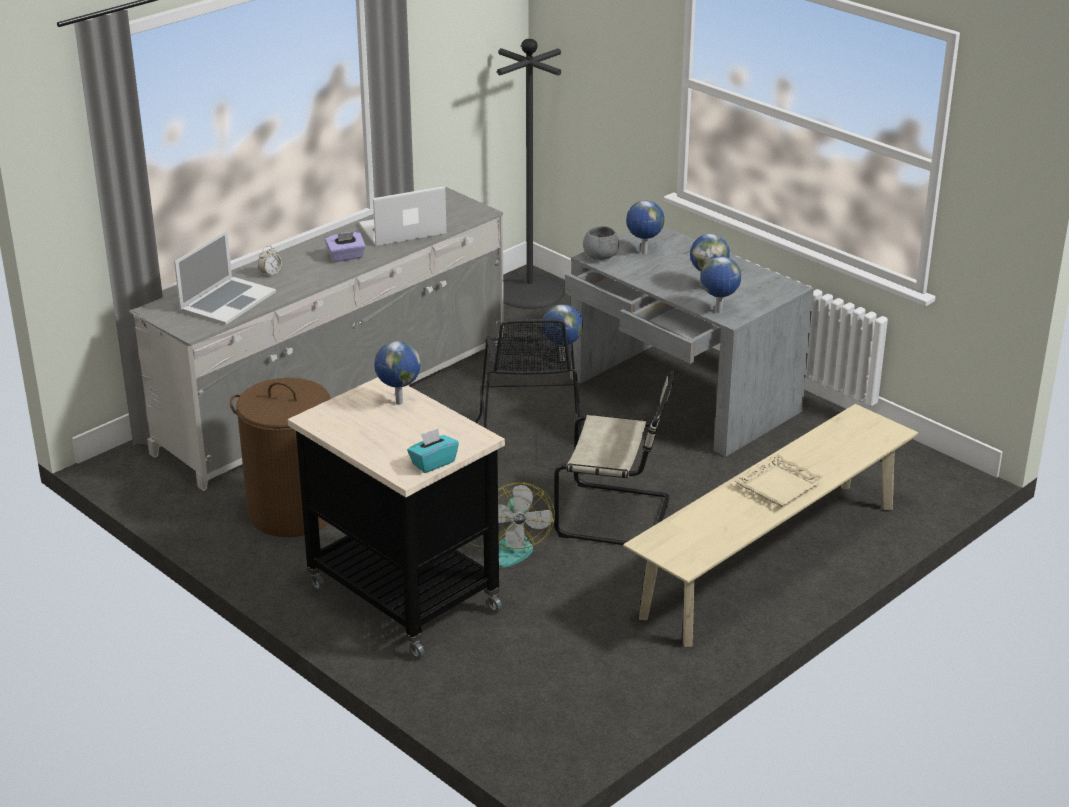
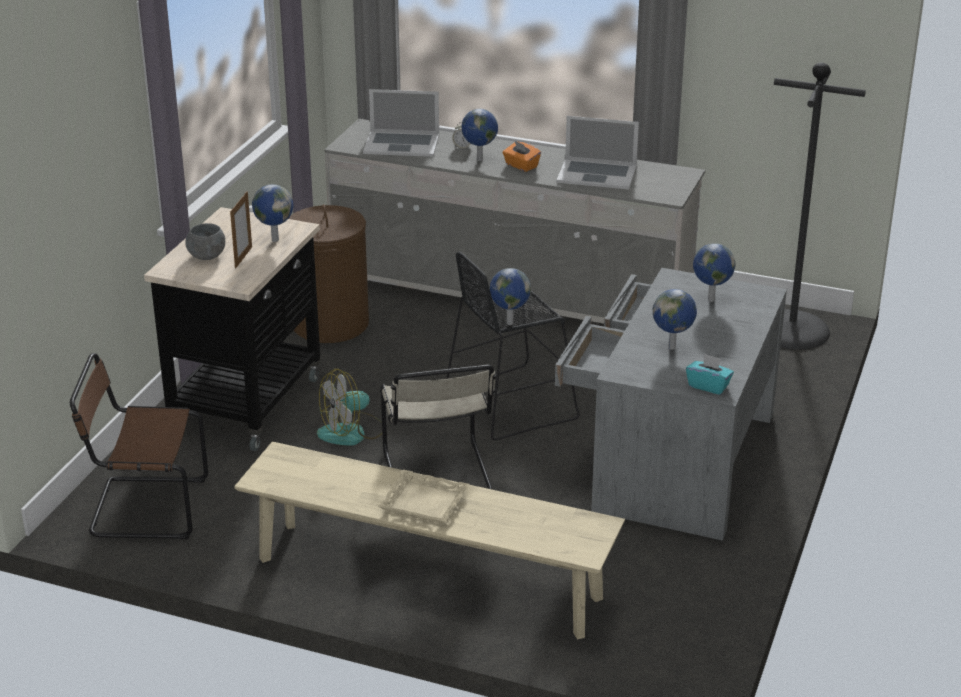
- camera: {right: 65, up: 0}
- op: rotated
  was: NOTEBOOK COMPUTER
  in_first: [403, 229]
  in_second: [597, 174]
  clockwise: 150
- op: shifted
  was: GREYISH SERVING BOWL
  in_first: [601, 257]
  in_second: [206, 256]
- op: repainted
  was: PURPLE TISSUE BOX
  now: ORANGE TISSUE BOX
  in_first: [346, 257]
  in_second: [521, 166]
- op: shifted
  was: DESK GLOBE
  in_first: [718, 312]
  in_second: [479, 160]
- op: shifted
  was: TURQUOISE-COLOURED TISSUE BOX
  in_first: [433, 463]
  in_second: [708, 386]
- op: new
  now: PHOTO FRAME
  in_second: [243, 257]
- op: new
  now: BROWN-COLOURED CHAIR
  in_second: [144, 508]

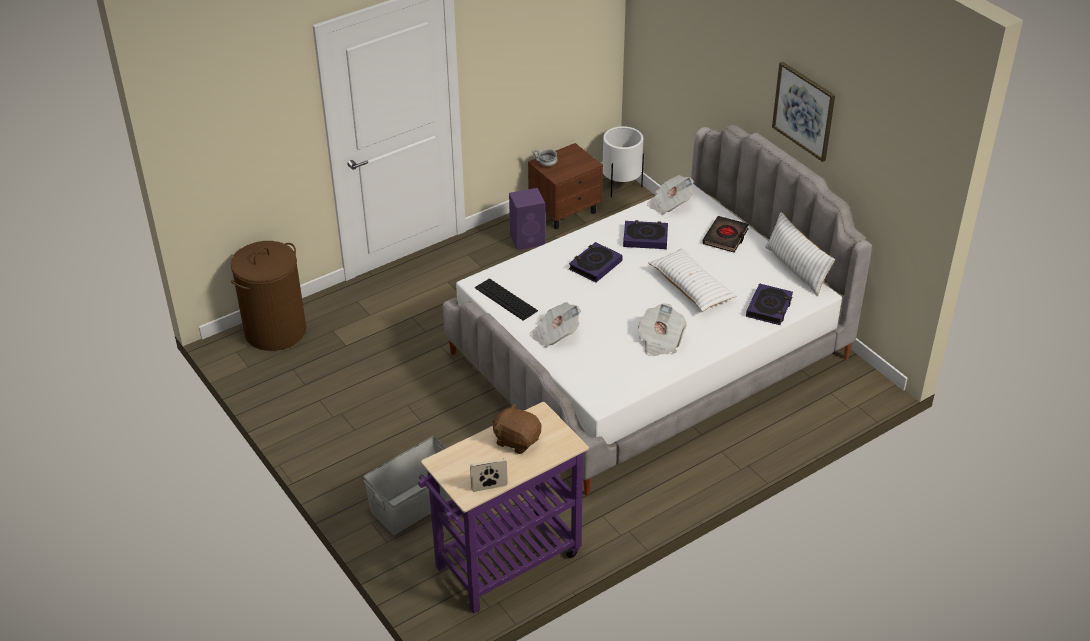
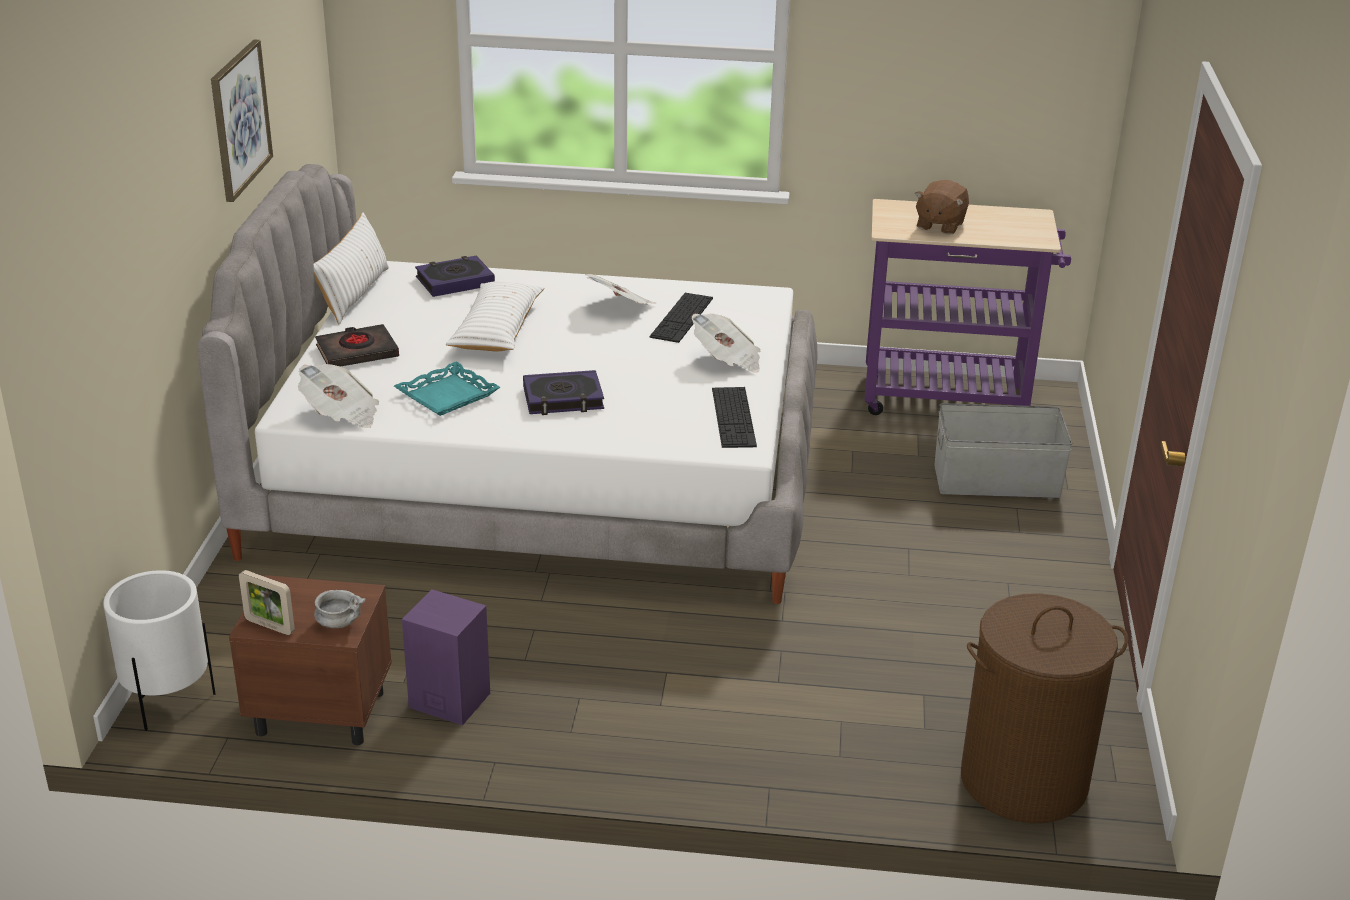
- camera: {right: -140, up: -10}
- op: swapped
  was: VOLUME
  now: TURQUOISE-COLOURED TRAY
  in_first: [645, 238]
  in_second: [447, 396]
- op: rotated
  was: BROWN-COLOURED CUDDLY TOY
  in_first: [517, 440]
  in_second: [939, 225]
  clockwise: 45
- op: shifted
  was: PHOTO FRAME
  in_first: [489, 487]
  in_second: [269, 626]
- op: new
  now: PC KEYBOARD
  in_second: [681, 317]

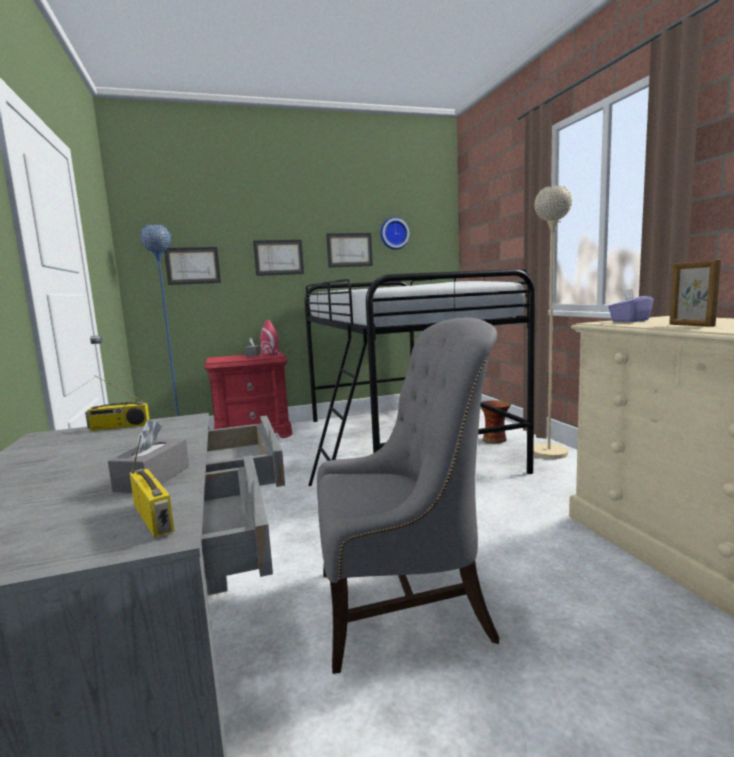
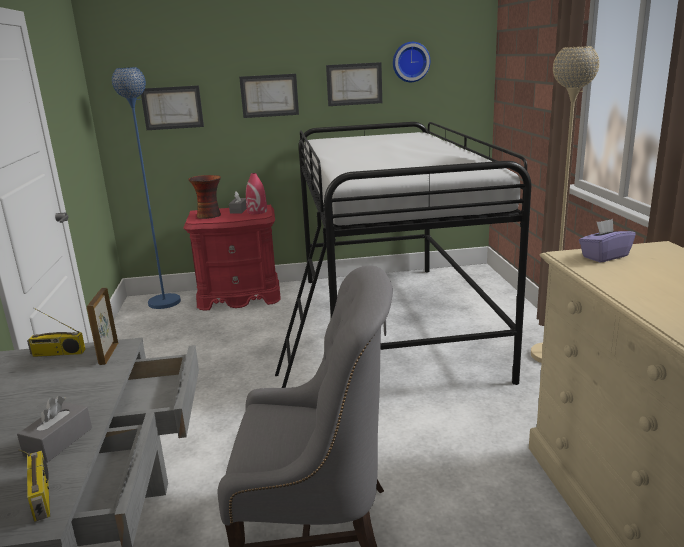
- camera: {right: 10, up: 10}
- op: shifted
  was: PHOTO FRAME
  in_first: [690, 325]
  in_second: [108, 354]
- op: shifted
  was: FLOWER VASE
  in_first: [495, 439]
  in_second: [209, 215]

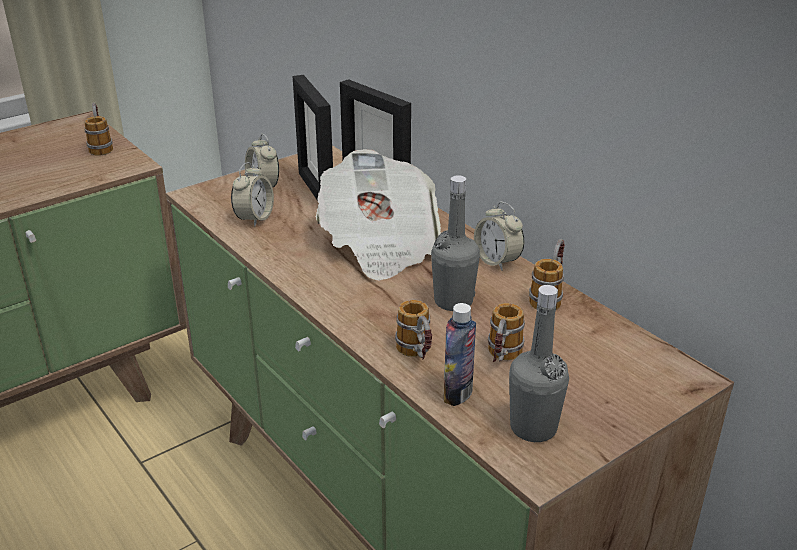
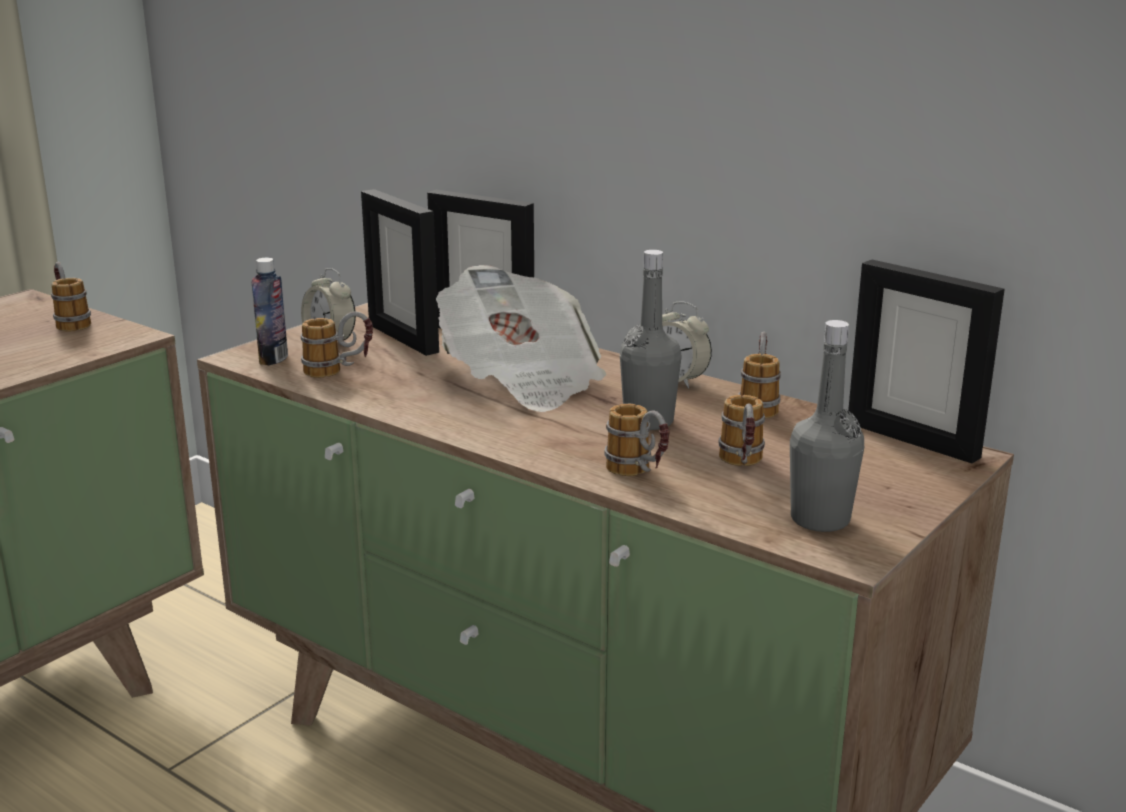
- camera: {right: -15, up: -10}
- op: swapped
  was: TABLE CLOCK
  now: TEA MUG
  in_first: [254, 218]
  in_second: [339, 372]
- op: shifted
  was: BEVERAGE BOTTLE
  in_first: [458, 394]
  in_second: [273, 359]
- op: new
  now: PHOTO FRAME
  in_second: [913, 439]

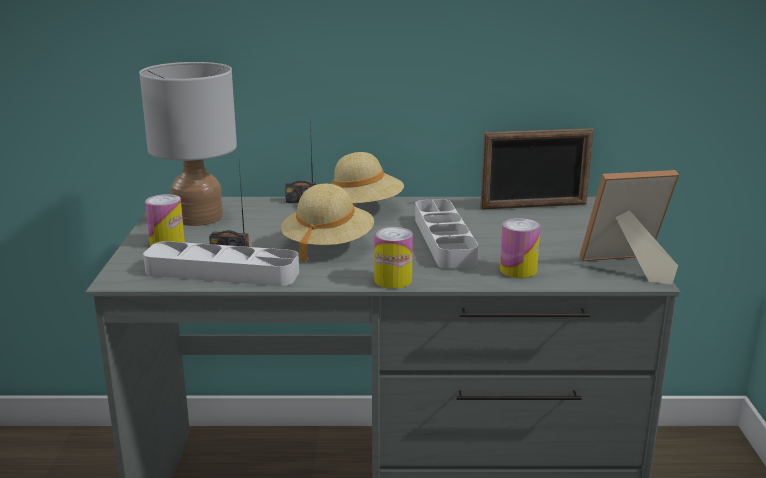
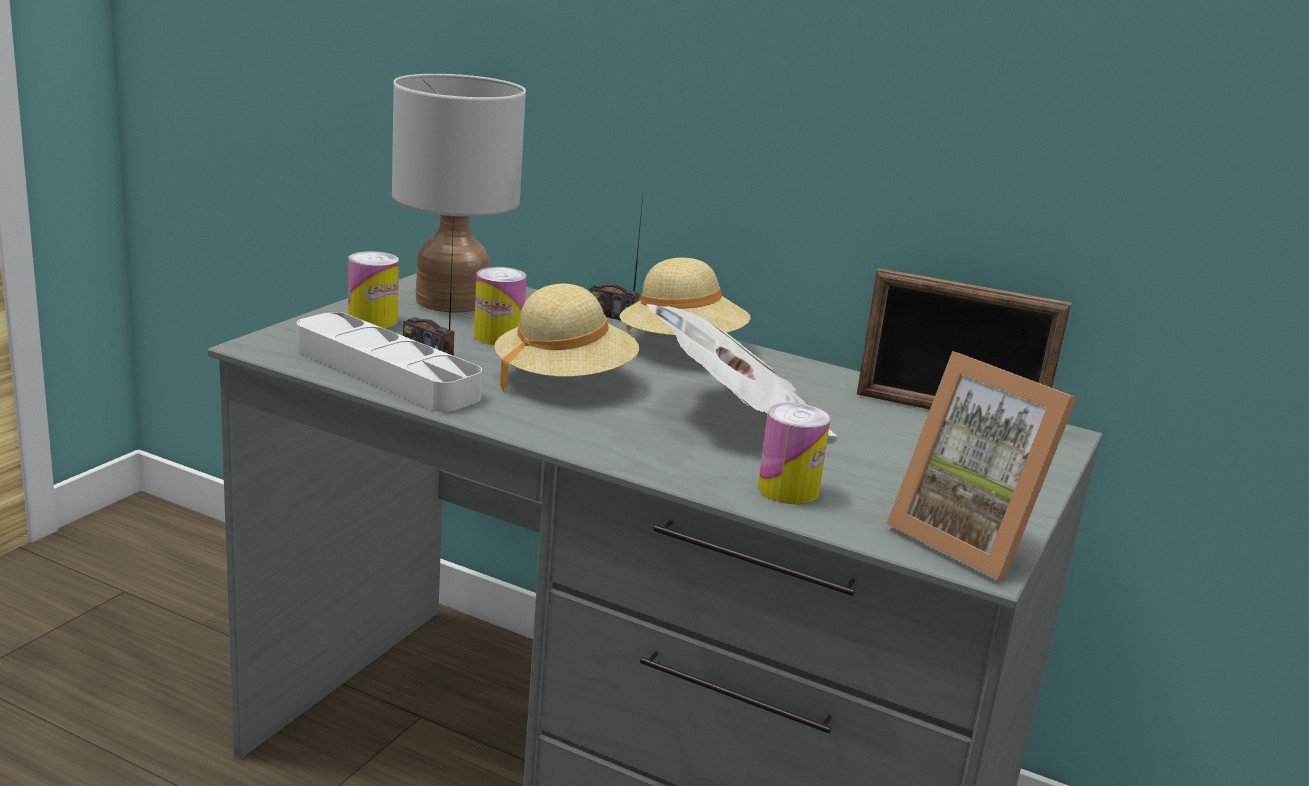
- camera: {right: 25, up: 0}
- op: rotated
  was: PHOTO FRAME
  in_first: [626, 268]
  in_second: [971, 539]
  clockwise: -150
- op: swapped
  was: GREYISH TRAY
  now: PRINTED PAPER
  in_first: [444, 240]
  in_second: [737, 418]
- op: shifted
  was: CAN
  in_first: [393, 280]
  in_second: [498, 336]

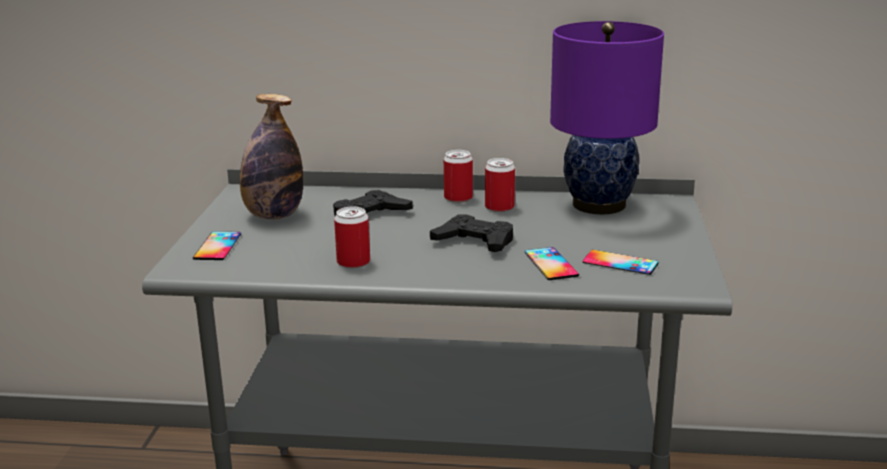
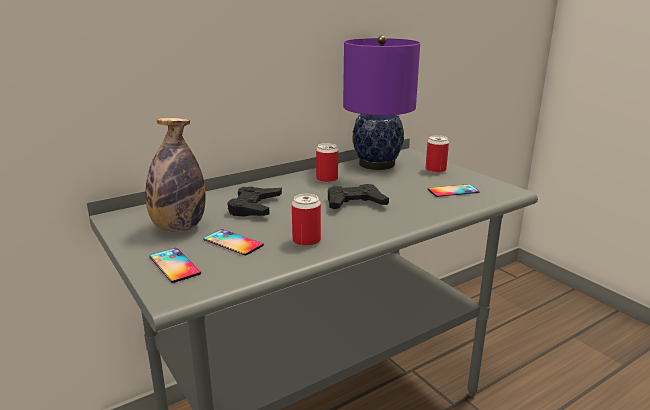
- camera: {right: -40, up: 0}
- op: shifted
  was: CAN
  in_first: [458, 198]
  in_second: [435, 170]
- op: shifted
  was: PHONE
  in_first: [551, 264]
  in_second: [233, 242]

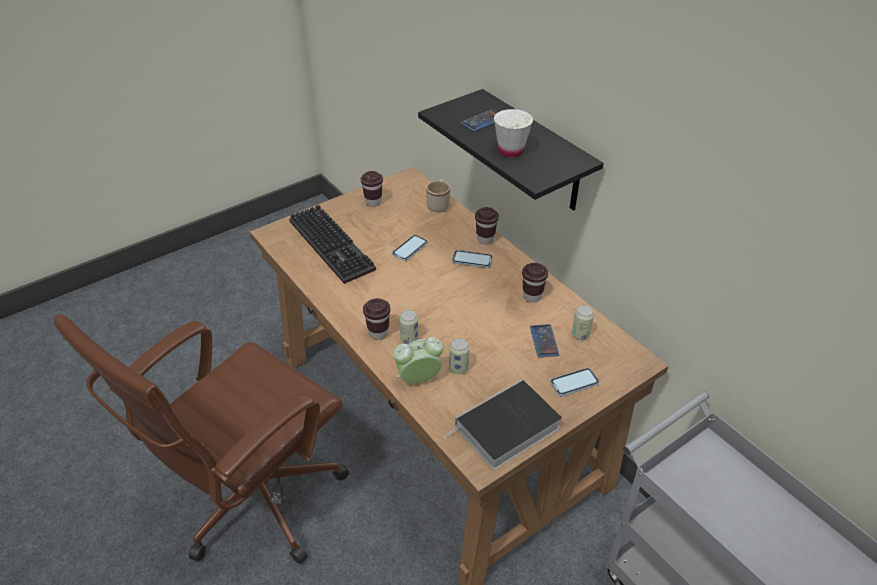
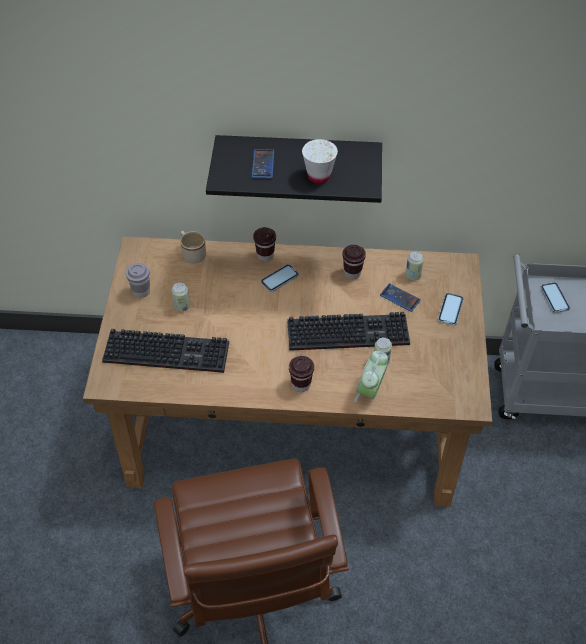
- camera: {right: -50, up: 10}
- op: repainted
  was: BROWN-COLOURED SMALL CUP
  now: GREYISH SMALL CUP
  in_first: [373, 202]
  in_second: [141, 292]
- op: shifted
  was: PHONE
  in_first: [410, 249]
  in_second: [554, 298]
- op: shifted
  was: CAN
  in_first: [409, 339]
  in_second: [182, 306]
- op: gone
  was: VOLUME
  in_first: [505, 429]
- op: new
  now: PC KEYBOARD
  in_second: [349, 331]

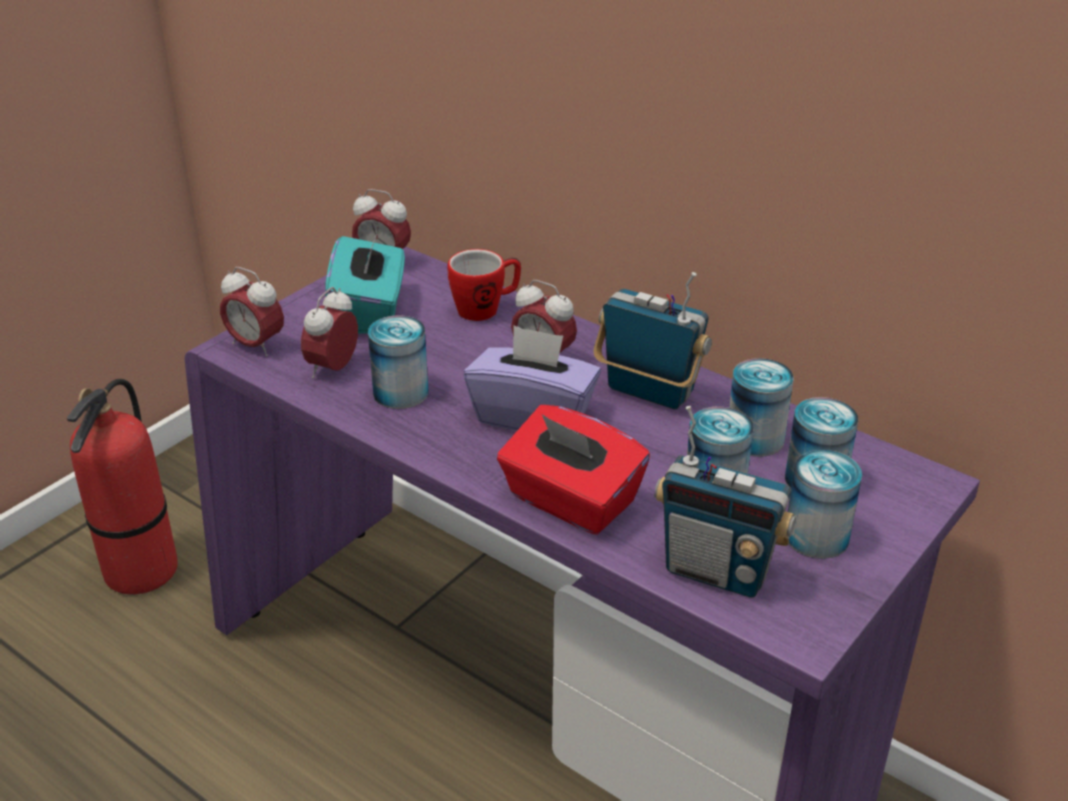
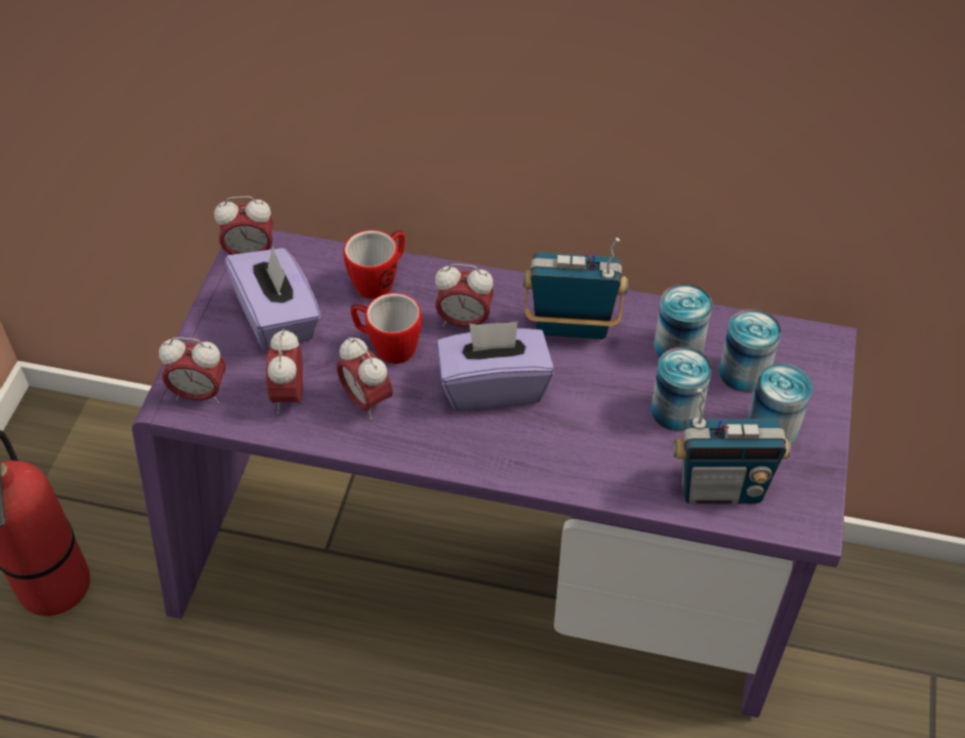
- camera: {right: -25, up: 15}
- op: repainted
  was: TURQUOISE-COLOURED TISSUE BOX
  now: PURPLE TISSUE BOX
  in_first: [370, 312]
  in_second: [278, 319]
- op: swapped
  was: CAN
  now: TABLE CLOCK
  in_first: [401, 392]
  in_second: [366, 401]
- op: gone
  was: RED TISSUE BOX
  in_first: [570, 501]
- op: new
  now: TEA MUG
  in_second: [387, 346]

